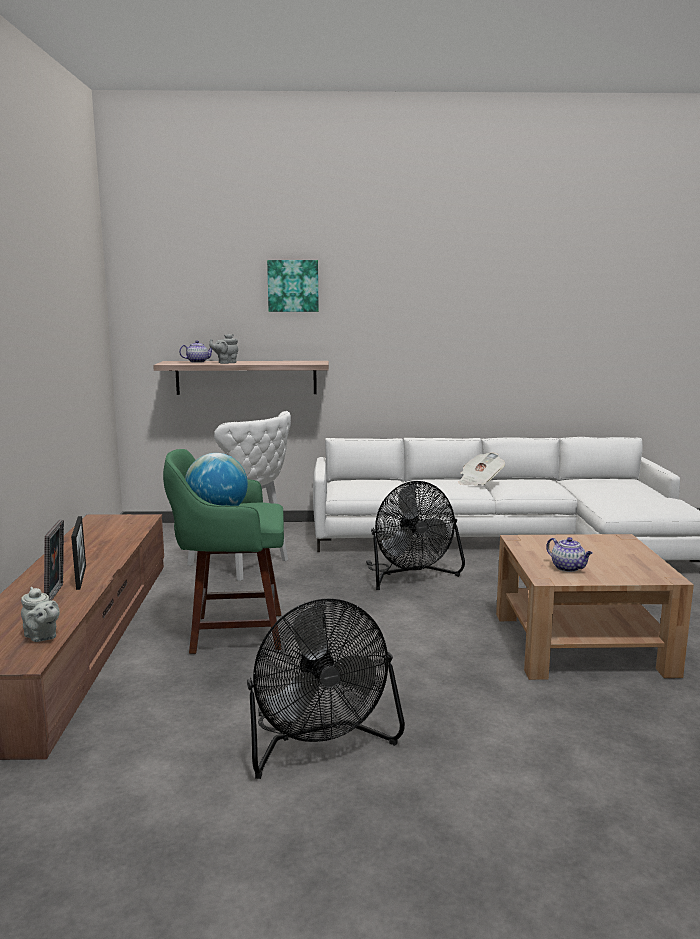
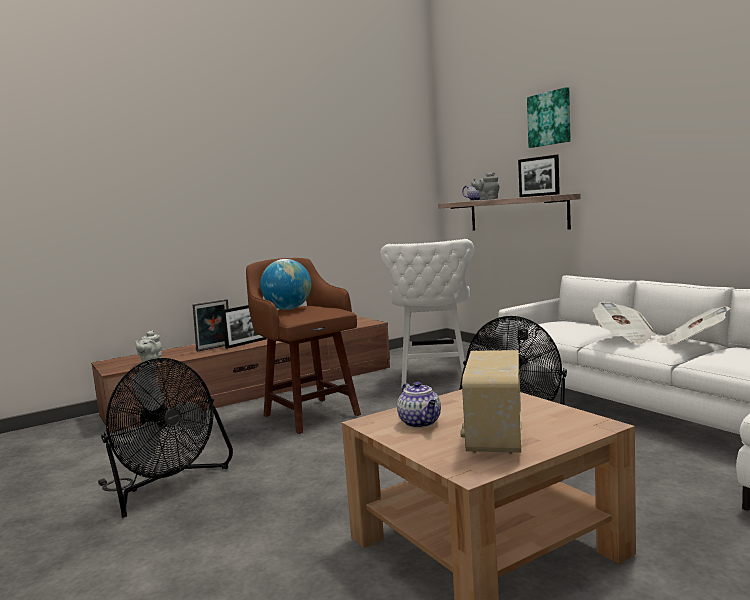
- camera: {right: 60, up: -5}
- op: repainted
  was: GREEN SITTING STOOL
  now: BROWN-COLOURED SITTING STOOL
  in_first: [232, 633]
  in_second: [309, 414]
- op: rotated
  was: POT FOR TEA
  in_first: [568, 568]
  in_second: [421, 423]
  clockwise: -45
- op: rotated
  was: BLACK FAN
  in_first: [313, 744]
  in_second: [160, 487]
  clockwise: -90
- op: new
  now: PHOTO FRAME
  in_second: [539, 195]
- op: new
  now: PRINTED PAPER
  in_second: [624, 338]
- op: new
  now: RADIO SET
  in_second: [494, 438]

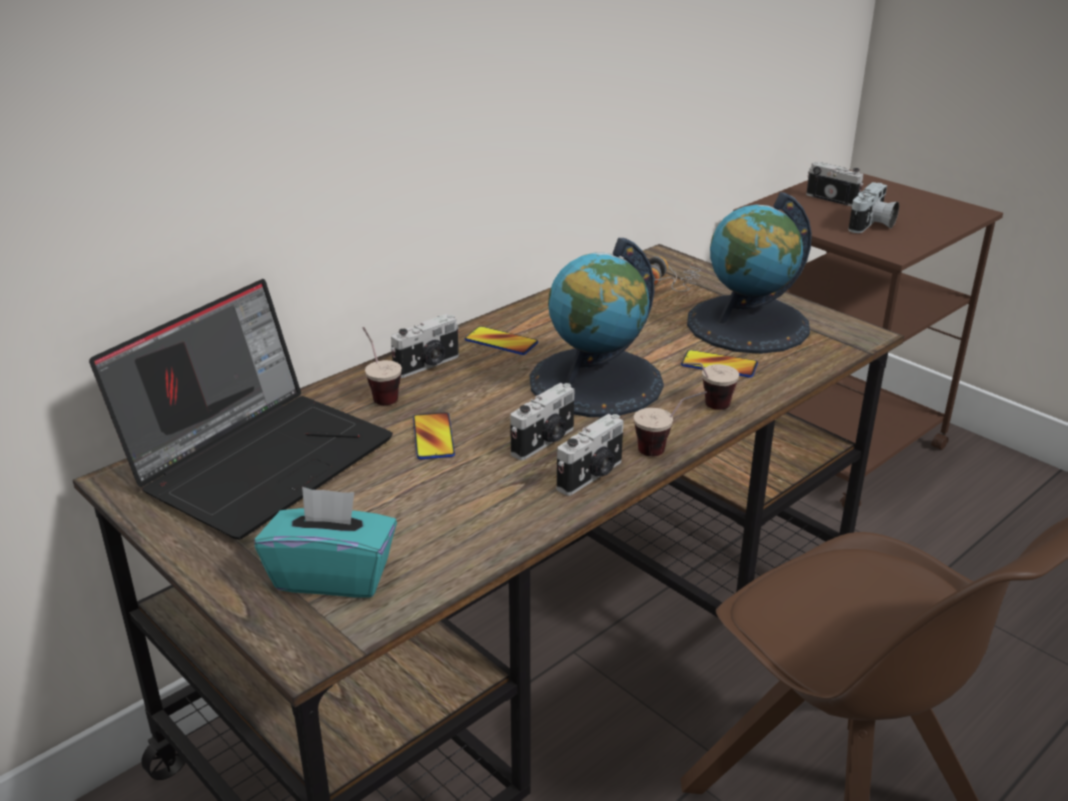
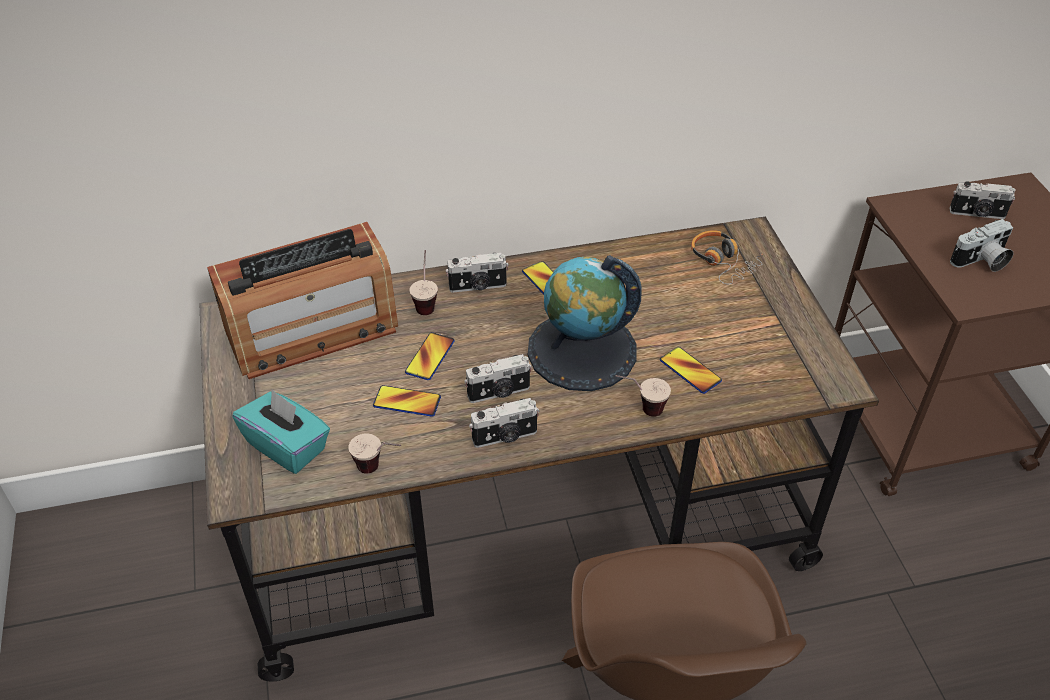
- camera: {right: 30, up: 15}
- op: rotated
  was: PHOTO CAMERA
  in_first: [833, 199]
  in_second: [977, 214]
  clockwise: 120
- op: gone
  was: DESK GLOBE
  in_first: [748, 325]
- op: swapped
  was: NOTEBOOK COMPUTER
  now: RADIO SET
  in_first: [260, 458]
  in_second: [312, 330]
- op: shifted
  was: SMALL CUP
  in_first: [667, 449]
  in_second: [379, 469]
- op: new
  now: PHONE
  in_second: [407, 402]

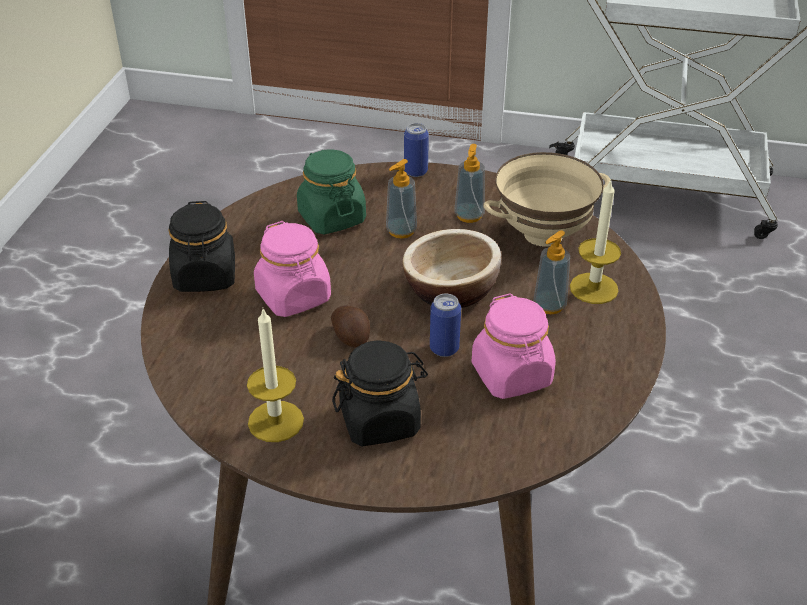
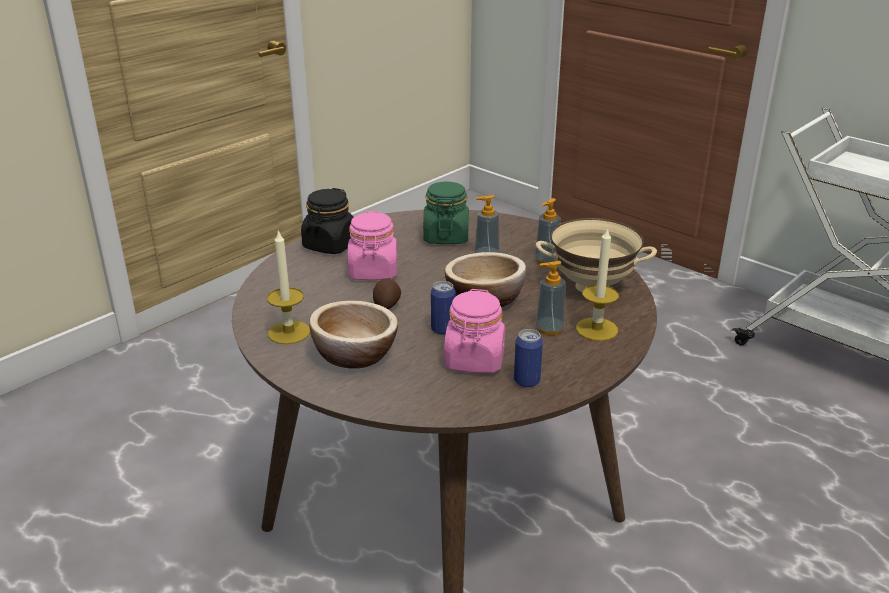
- camera: {right: 30, up: -10}
- op: shifted
  was: CAN
  in_first: [415, 171]
  in_second: [526, 381]
- op: swapped
  was: BLACK JAR
  now: SERVING BOWL
  in_first: [380, 420]
  in_second: [355, 354]

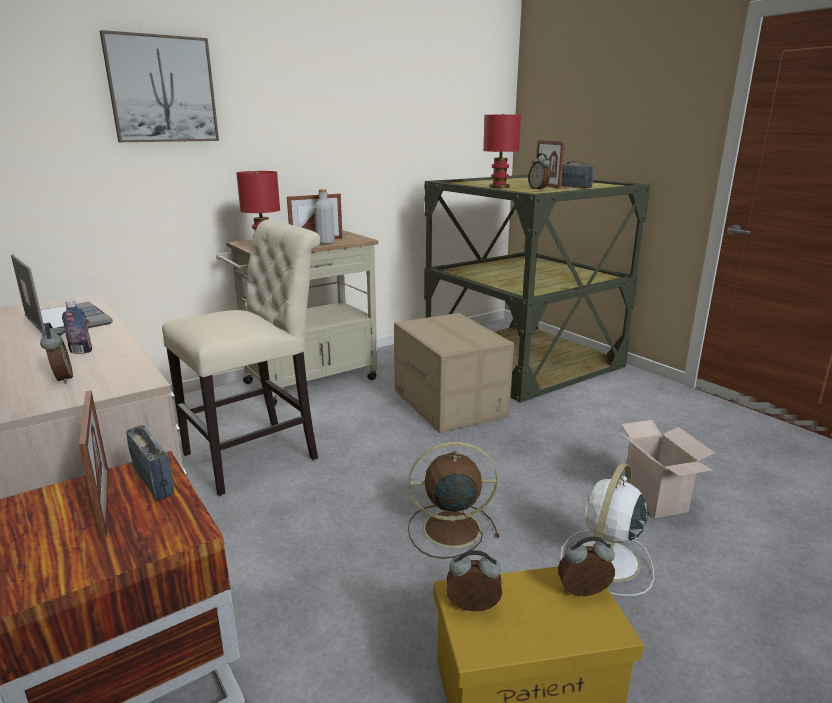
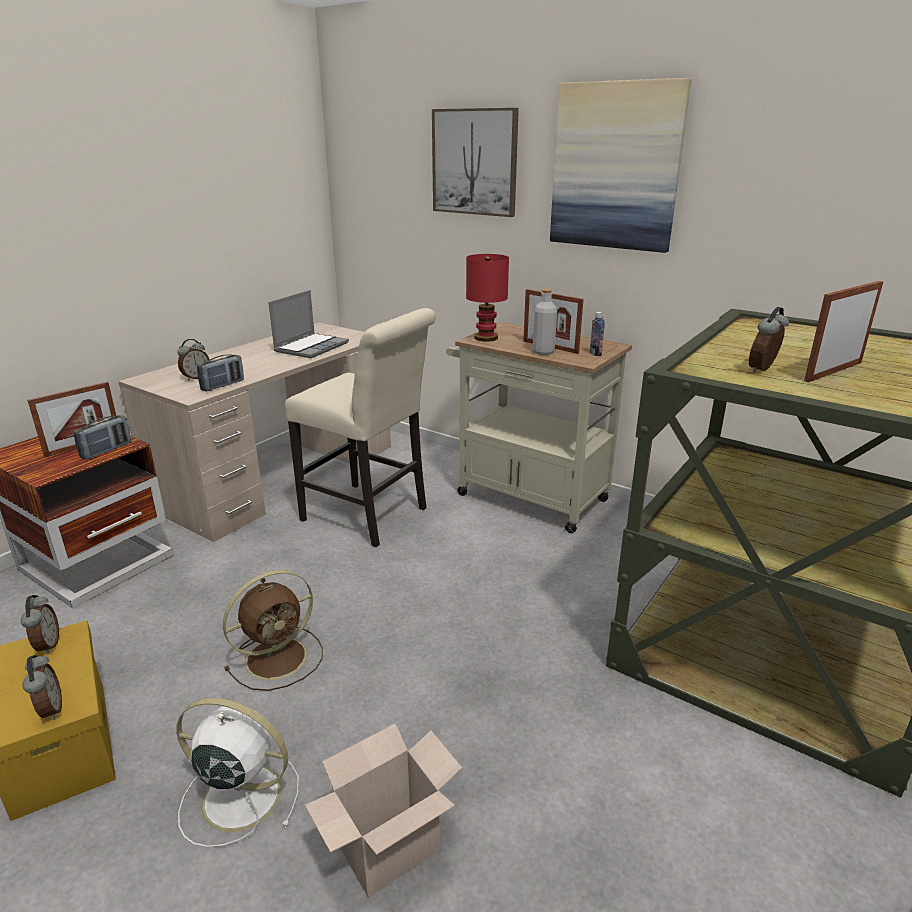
- camera: {right: 70, up: 5}
- op: gone
  was: RED TABLE LAMP
  in_first: [498, 187]
- op: shifted
  was: RADIO SET
  in_first: [575, 187]
  in_second: [223, 385]
- op: shifted
  was: BEVERAGE BOTTLE
  in_first: [81, 351]
  in_second: [595, 354]
- op: gone
  was: PACKING BOX
  in_first: [450, 403]
- op: rotated
  was: BROWN-COLOURED FAN
  in_first: [449, 529]
  in_second: [279, 657]
  clockwise: 75
- op: new
  now: WALL PICTURE
  in_second: [615, 167]

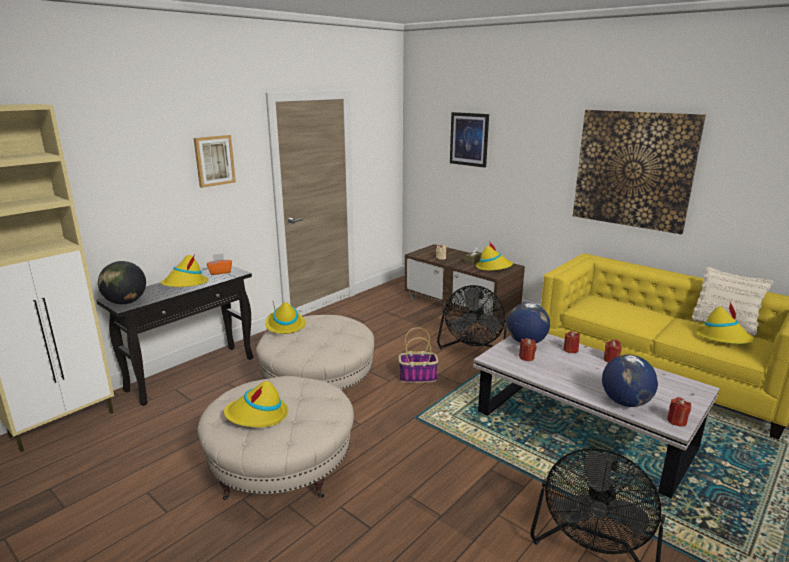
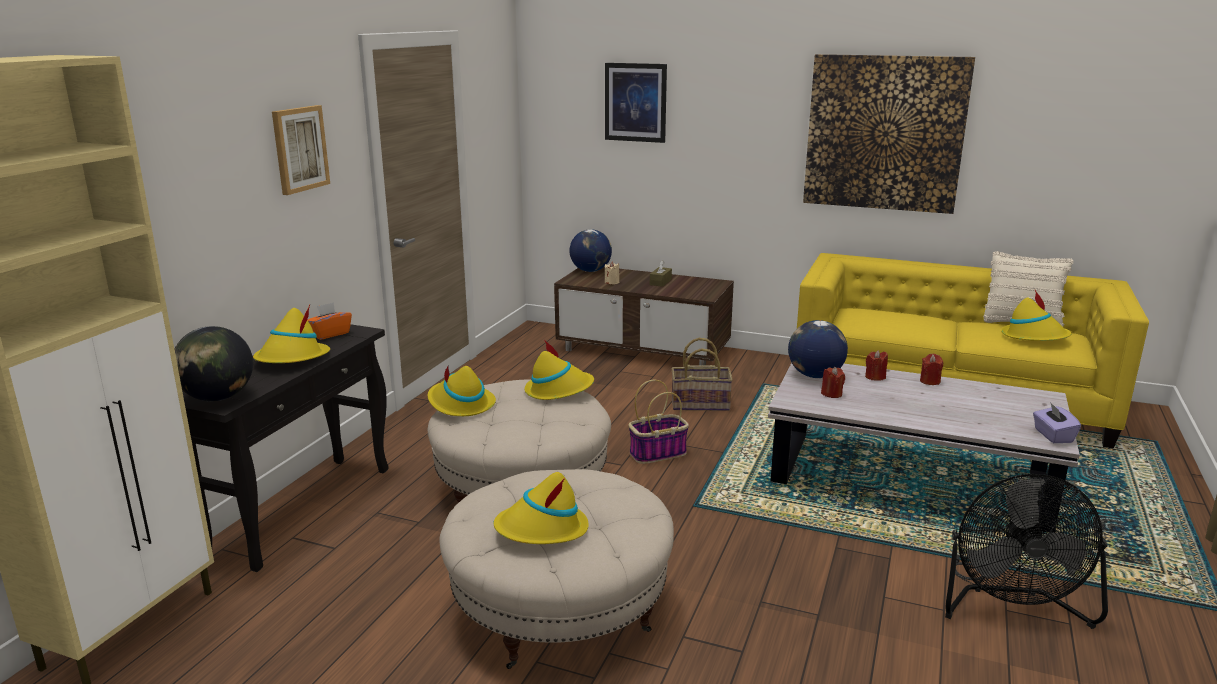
- camera: {right: -20, up: 0}
- op: shifted
  was: YELLOW WEARABLE HAT
  in_first: [493, 267]
  in_second: [559, 390]
- op: swapped
  was: BLACK FAN
  now: BASKET
  in_first: [471, 348]
  in_second: [700, 404]
- op: shifted
  was: DESK GLOBE
  in_first: [625, 402]
  in_second: [590, 271]
- op: swapped
  was: RED WAX LIGHT
  now: PURPLE TISSUE BOX
  in_first: [676, 421]
  in_second: [1052, 436]

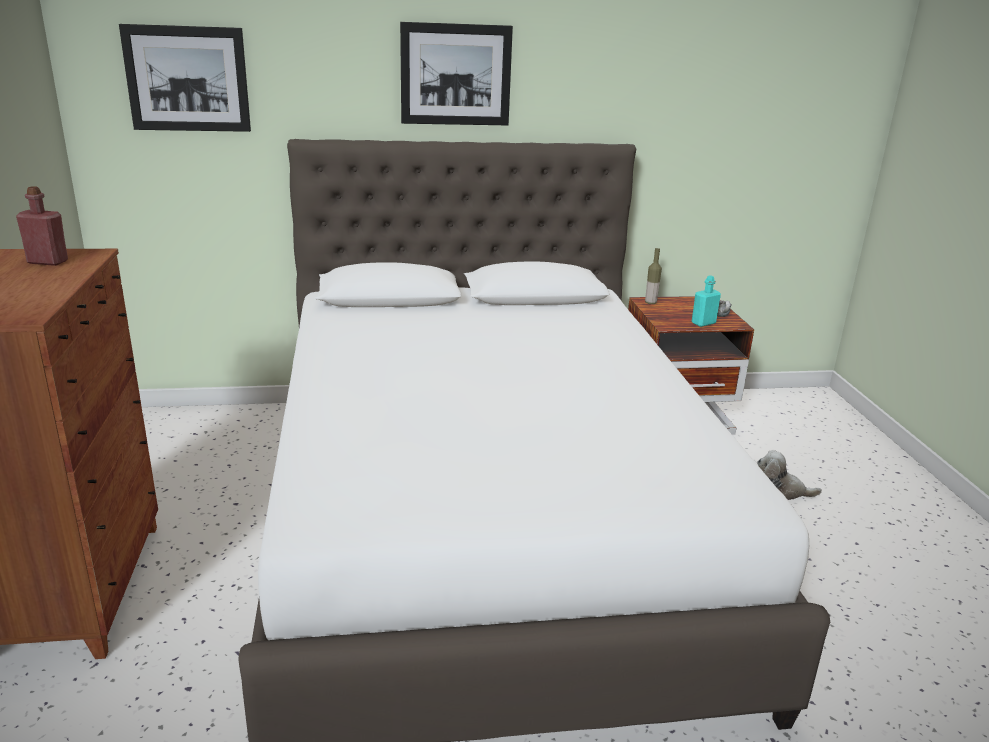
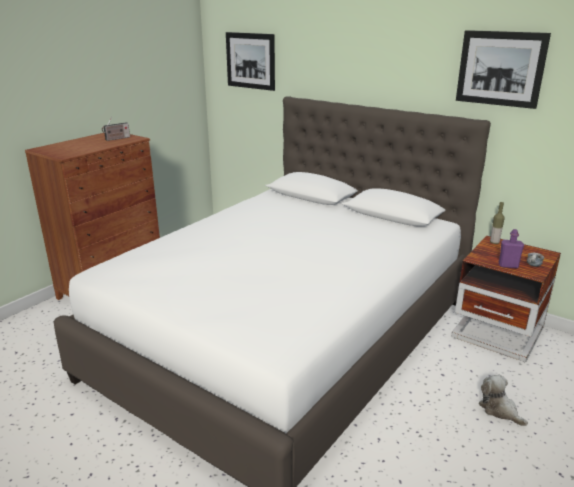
- camera: {right: 45, up: 0}
- op: shifted
  was: WALL PICTURE
  in_first: [455, 75]
  in_second: [500, 68]
- op: swapped
  was: RED BEVERAGE BOTTLE
  now: RADIO SET
  in_first: [48, 262]
  in_second: [116, 138]
- op: repainted
  was: TURQUOISE-COLOURED BEVERAGE BOTTLE
  now: PURPLE BEVERAGE BOTTLE
  in_first: [703, 323]
  in_second: [508, 265]

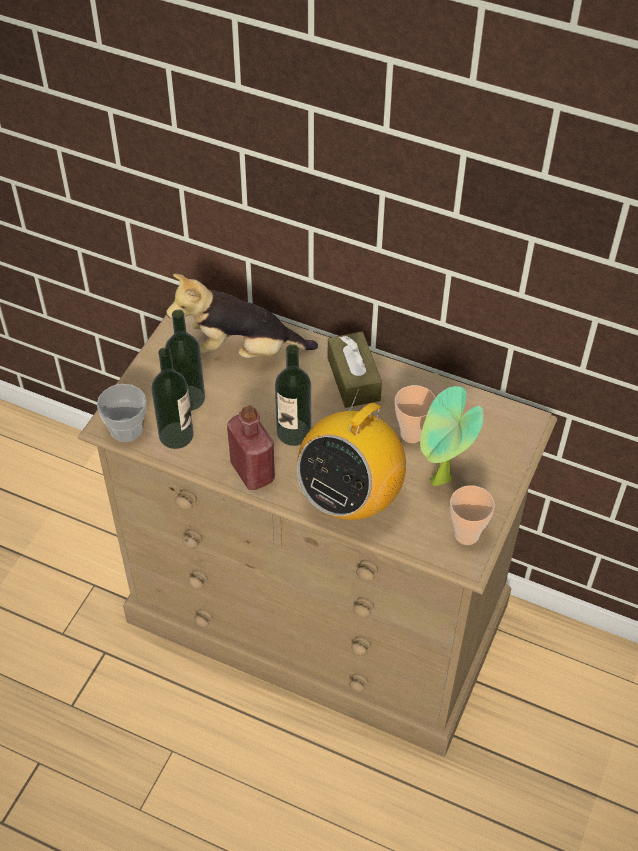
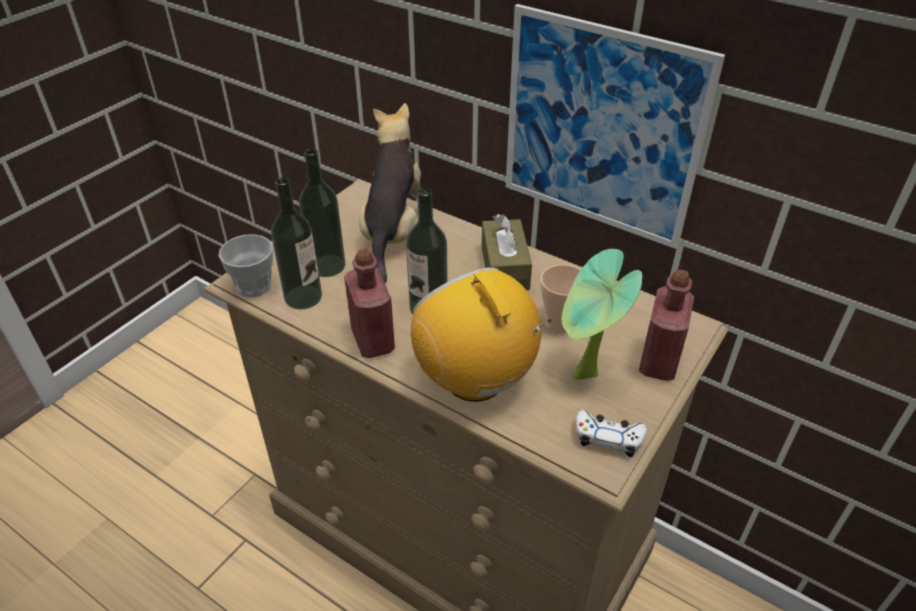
- camera: {right: 10, up: -10}
- op: rotated
  was: CUDDLY TOY
  in_first: [241, 352]
  in_second: [394, 233]
  clockwise: 90
- op: rotated
  was: RADIO SET
  in_first: [350, 498]
  in_second: [475, 380]
  clockwise: 105
- op: swapped
  was: SMALL CUP
  now: WHITISH GAME CONTROLLER
  in_first: [466, 534]
  in_second: [608, 437]
- op: new
  now: WALL PICTURE
  in_second: [600, 129]
- op: new
  now: RED BEVERAGE BOTTLE
  in_second: [658, 362]

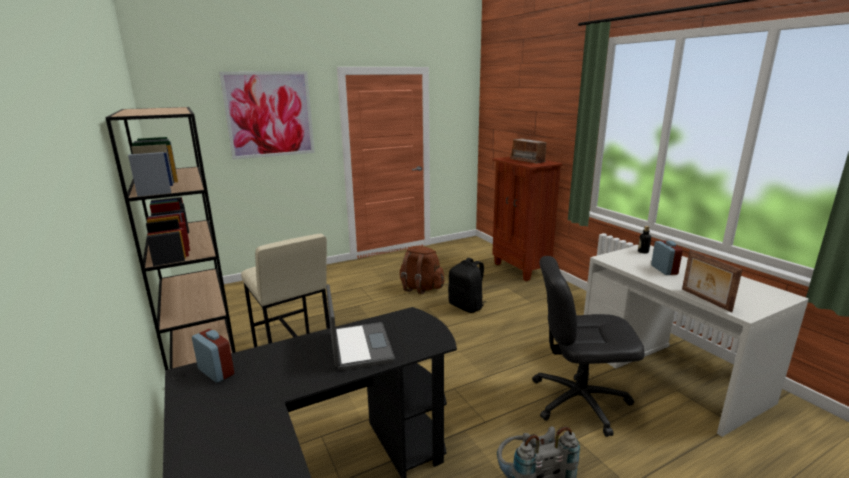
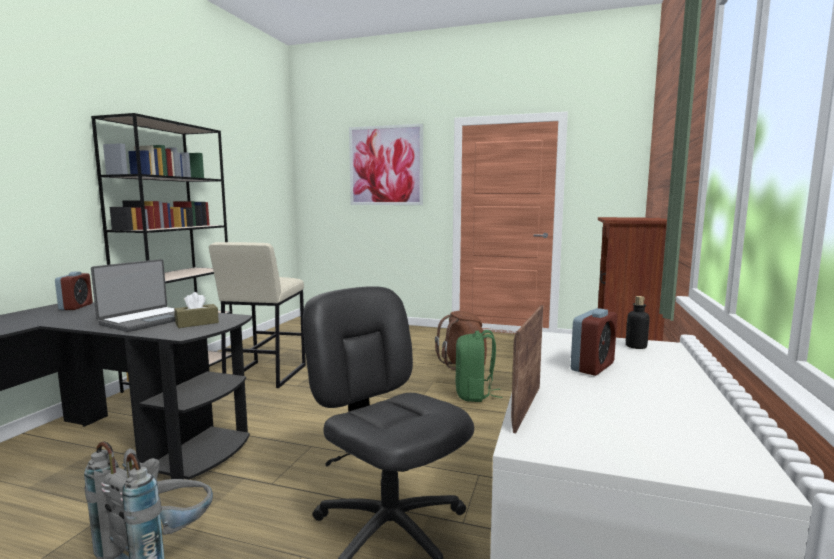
- camera: {right: 45, up: -10}
- op: gone
  was: RADIO SET
  in_first: [528, 161]
- op: repainted
  was: BLACK KNAPSACK
  now: GREEN KNAPSACK
  in_first: [467, 306]
  in_second: [474, 394]
- op: new
  now: BROWN-COLOURED TISSUE BOX
  in_second: [197, 323]

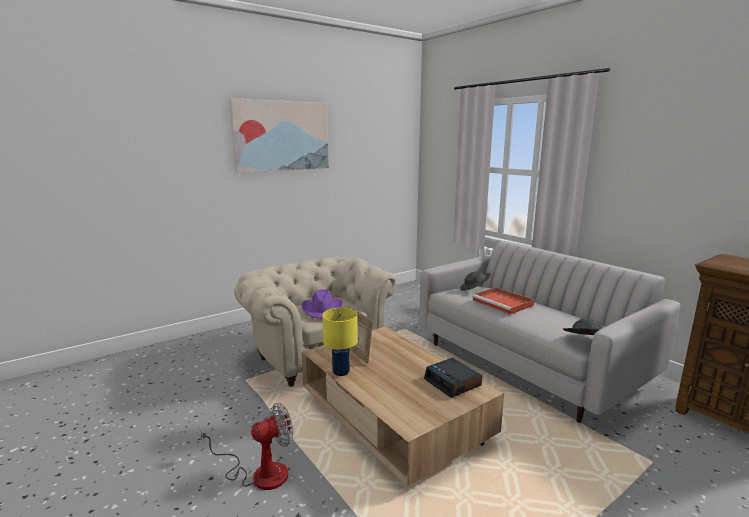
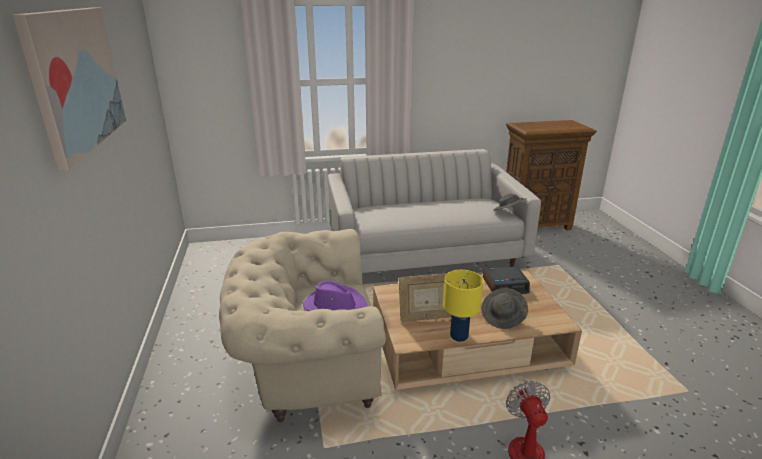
- camera: {right: -65, up: 10}
- op: shifted
  was: GREYISH WEARABLE HAT
  in_first: [474, 289]
  in_second: [503, 317]
- op: gone
  was: RED TRAY
  in_first: [503, 303]

